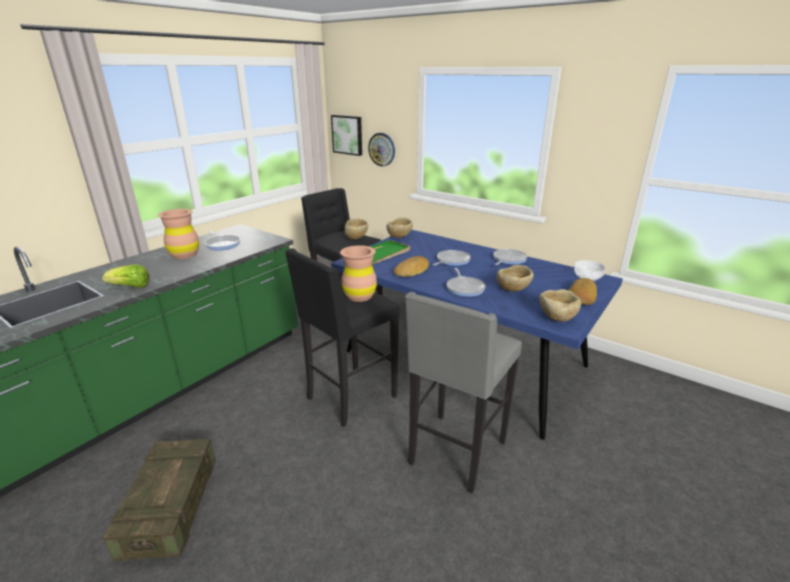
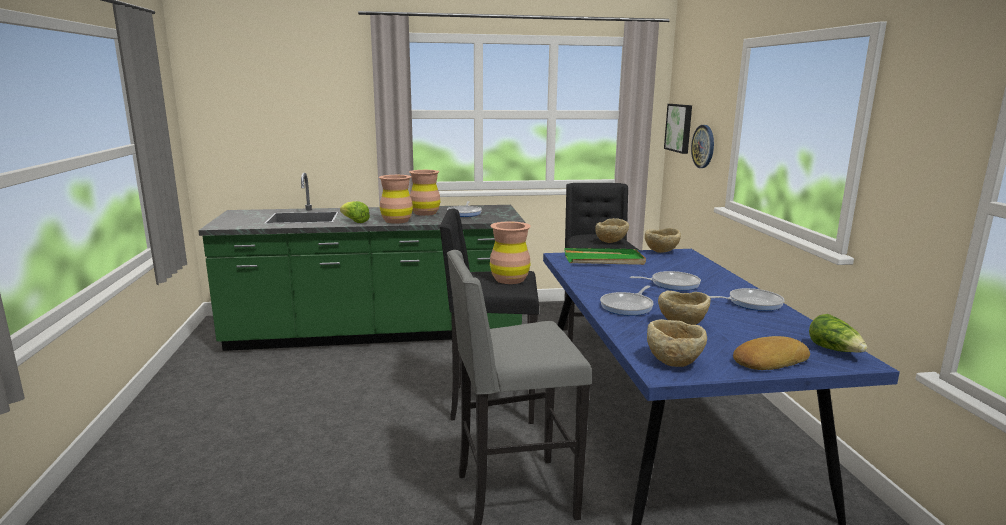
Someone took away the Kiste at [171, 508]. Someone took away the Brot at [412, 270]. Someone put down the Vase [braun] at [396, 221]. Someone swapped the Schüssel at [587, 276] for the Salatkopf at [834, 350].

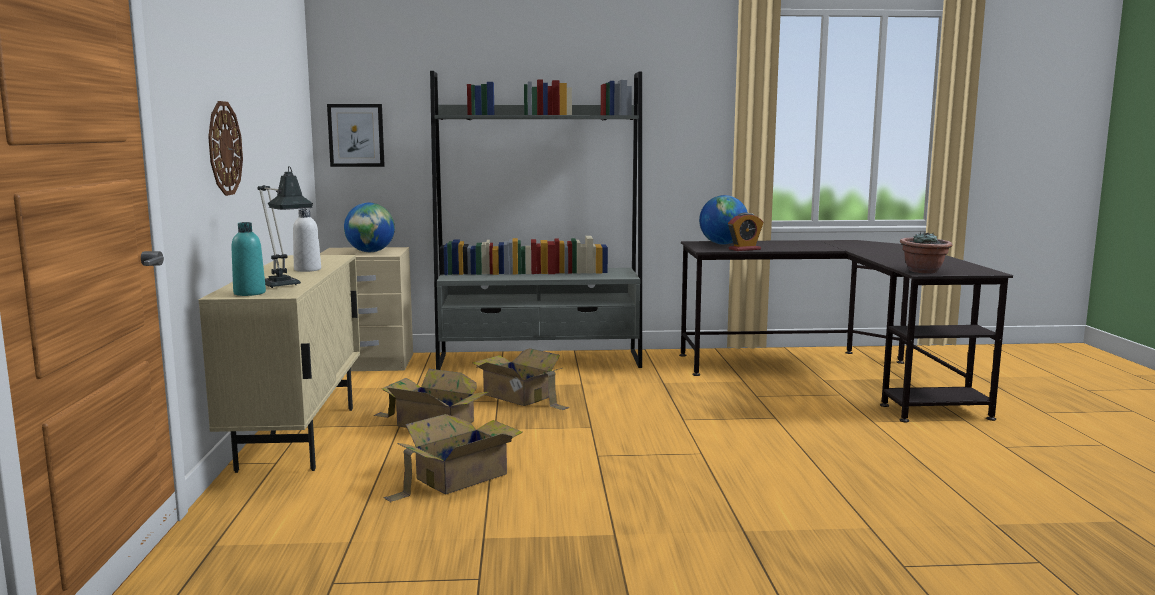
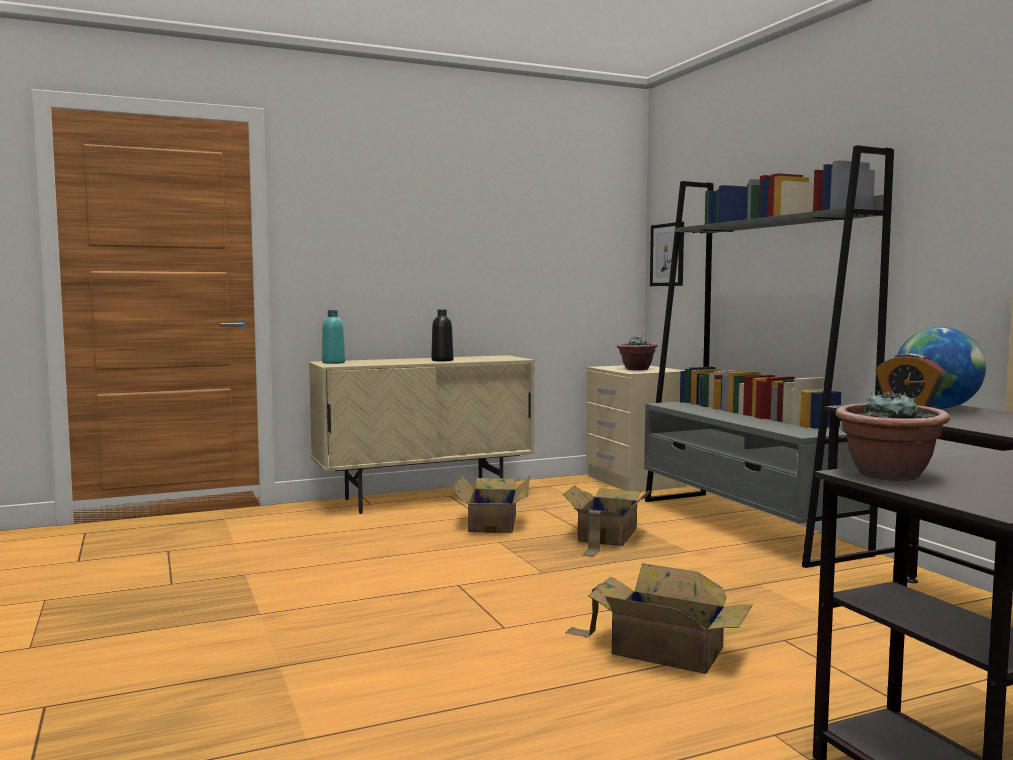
Someone took away the Wanduhr at [224, 148]. Someone took away the Tischlampe at [284, 286]. Someone carried the Karton from [457, 478] to [662, 650]. Someone swapped the Globus at [370, 252] for the Topfpflanze at [636, 369]. Someone repainted the Flasche [weiß] at [307, 269], which became the Flasche [schwarz] at [442, 360].

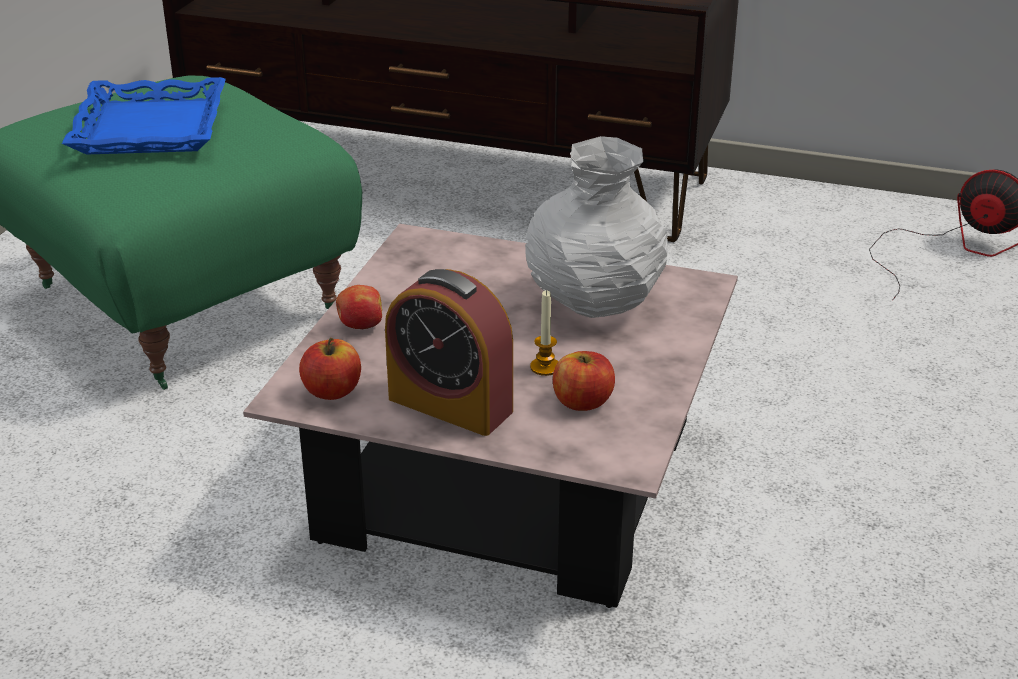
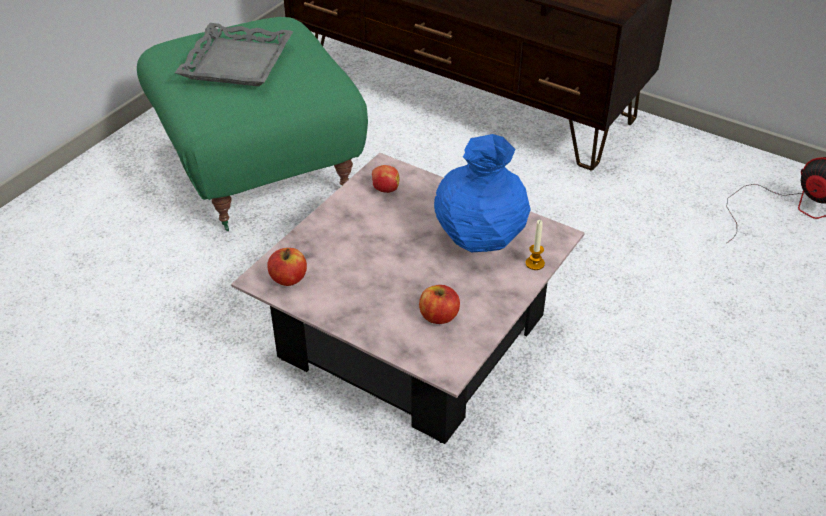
Someone took away the Wecker at [450, 404]. Someone carried the Apfel from [360, 326] to [385, 189]. Someone carried the Kerze from [545, 367] to [534, 263]. Someone repainted the Tablett [blau] at [151, 128], which became the Tablett [grau] at [238, 63]. Someone repainted the Vase [weiß] at [596, 303], which became the Vase [blau] at [480, 239].

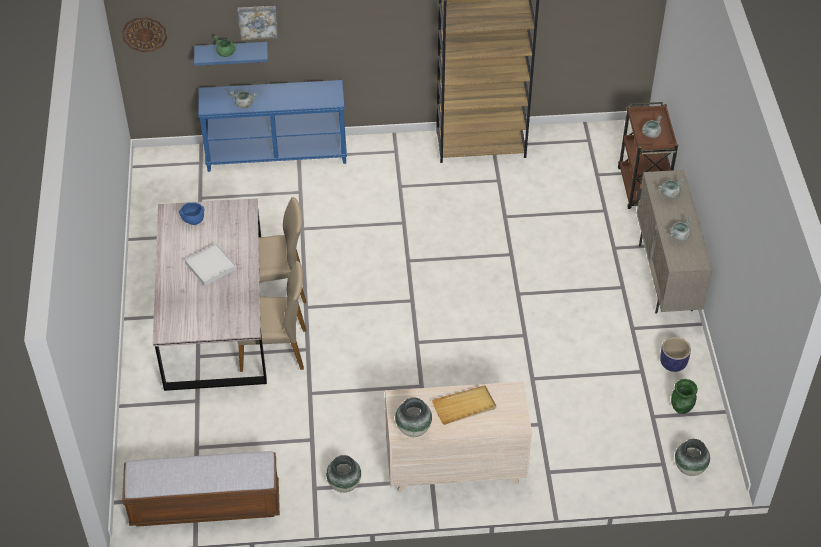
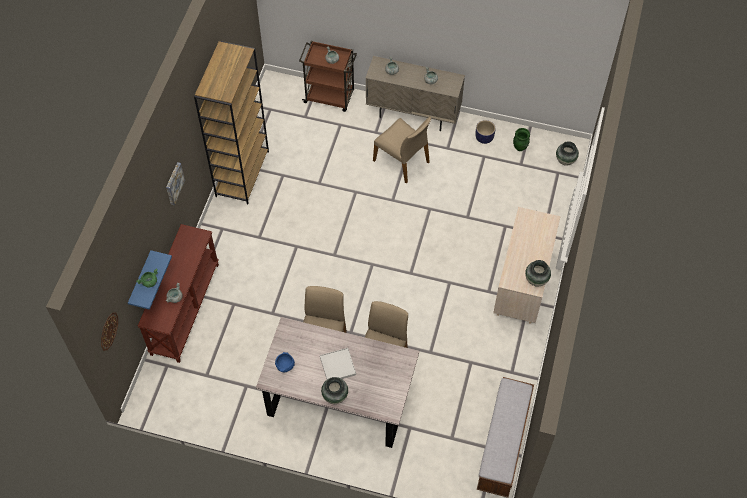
Someone took away the Tablett [beige] at [464, 406]. Someone put down the Stuhl [beige] at [402, 161]. Someone carried the Bild from [258, 21] to [174, 183]. Someone carried the Vase from [344, 485] to [335, 396]. Someone repainted the Konsolentisch [blau] at [277, 154], which became the Konsolentisch [braun] at [184, 308].

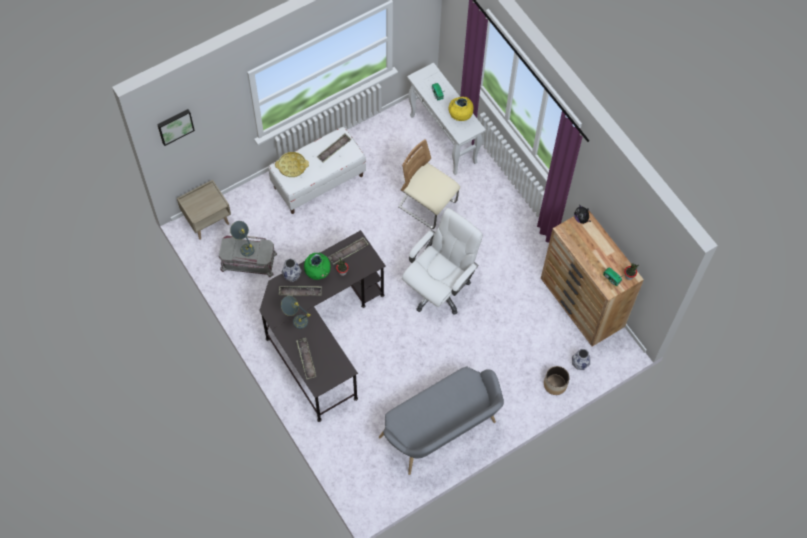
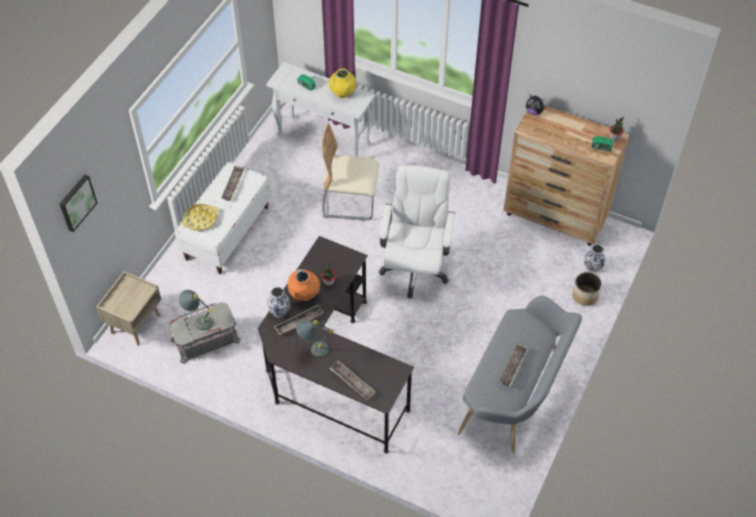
Someone carried the Tablett from [348, 252] to [513, 367]. Someone repainted the Vase [grün] at [318, 273], which became the Vase [orange] at [304, 295].

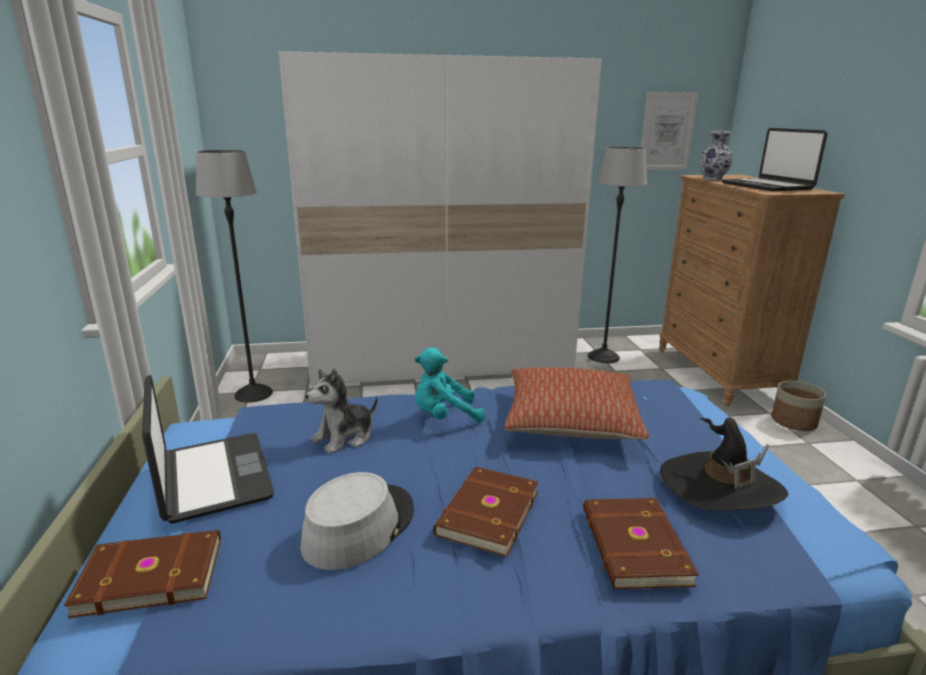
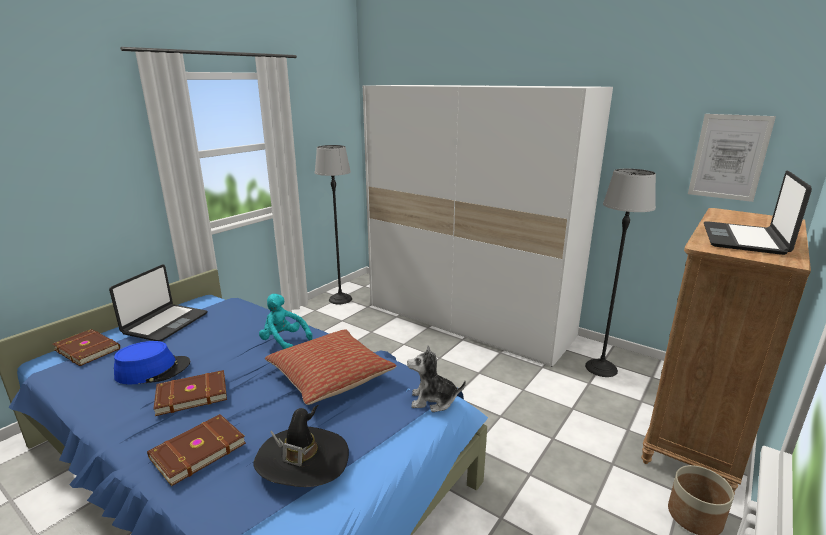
Someone took away the Vase at [713, 179]. Someone carried the Plüschtier from [344, 437] to [433, 400]. Someone repainted the Hut [grau] at [358, 526], which became the Hut [blau] at [153, 370].

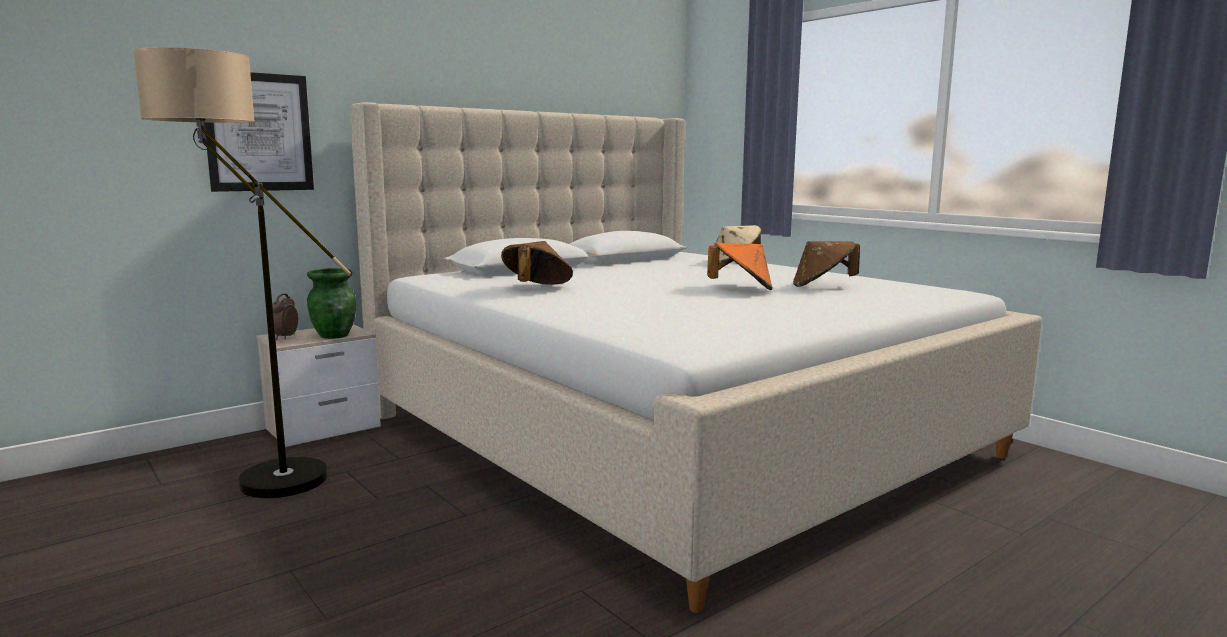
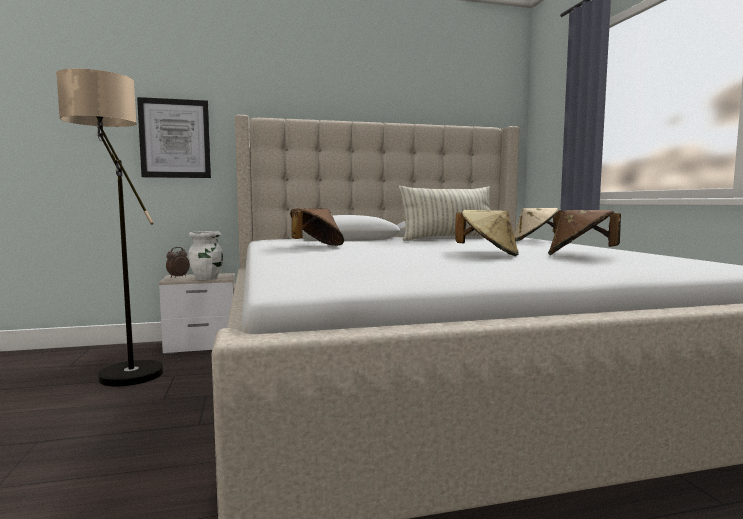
Someone put down the Kissen at [448, 239]. Someone repainted the Vase [grün] at [334, 335], which became the Vase [weiß] at [207, 278]. Someone repainted the Hut [orange] at [741, 289], which became the Hut [beige] at [488, 254].

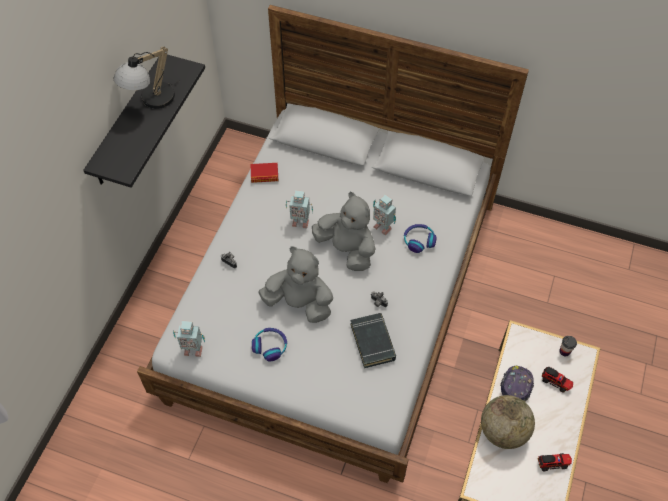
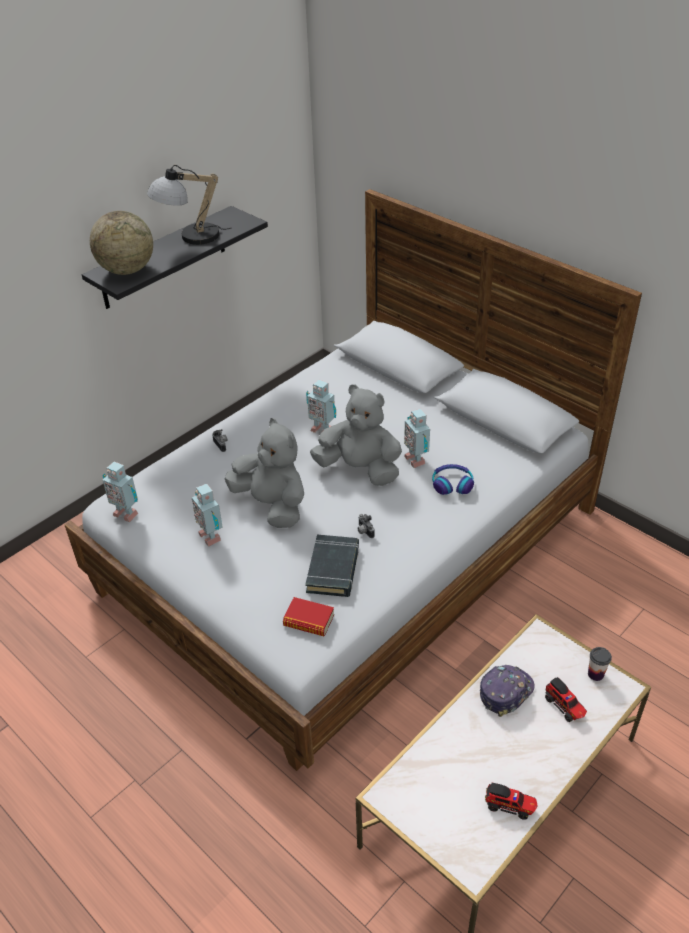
Someone carried the Buch from [264, 175] to [309, 620]. Someone carried the Globus from [503, 431] to [127, 270]. Someone swapped the Kopfhörer at [270, 346] for the Spielzeugroboter at [211, 536]. Someone rotated the Plüschtier [grau] at [347, 249] by 45 degrees counterclockwise.

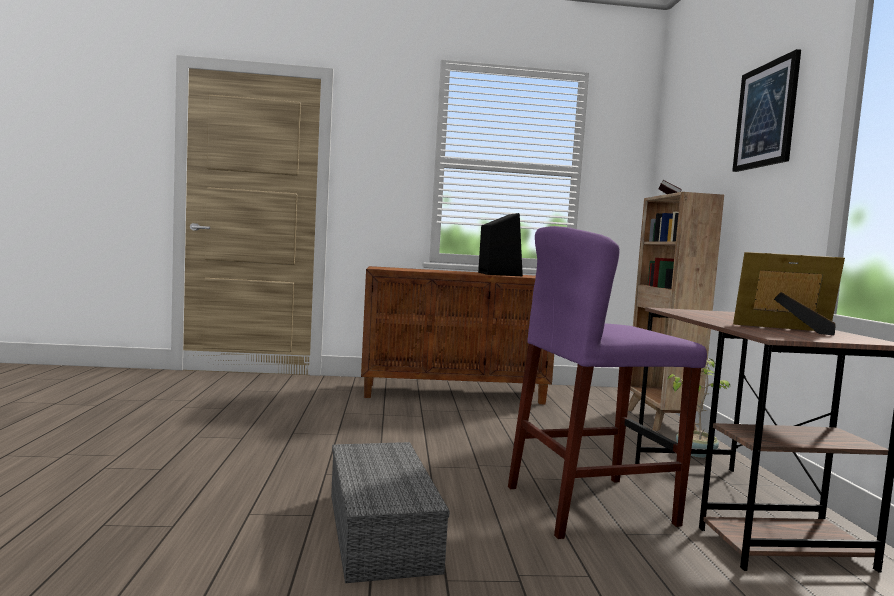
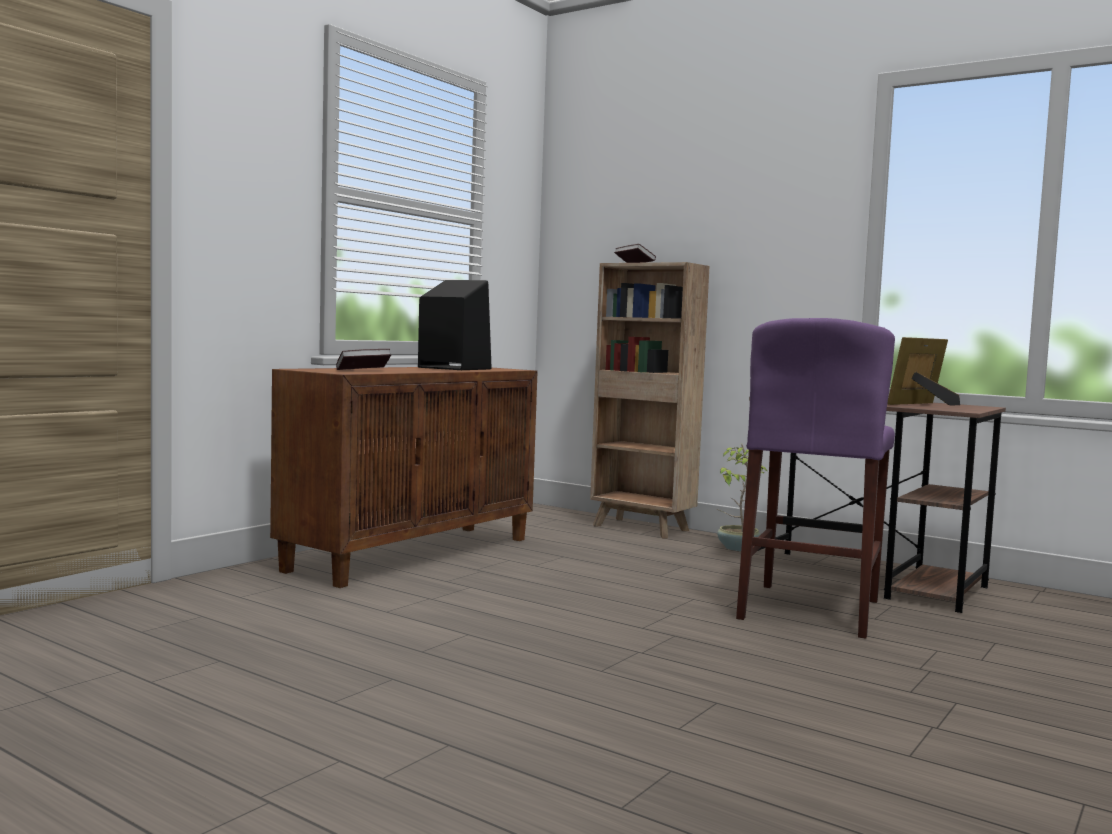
Someone took away the Aufbewahrungsbox [grau] at [383, 531]. Someone took away the Bild at [766, 115]. Someone put down the Buch at [363, 370].

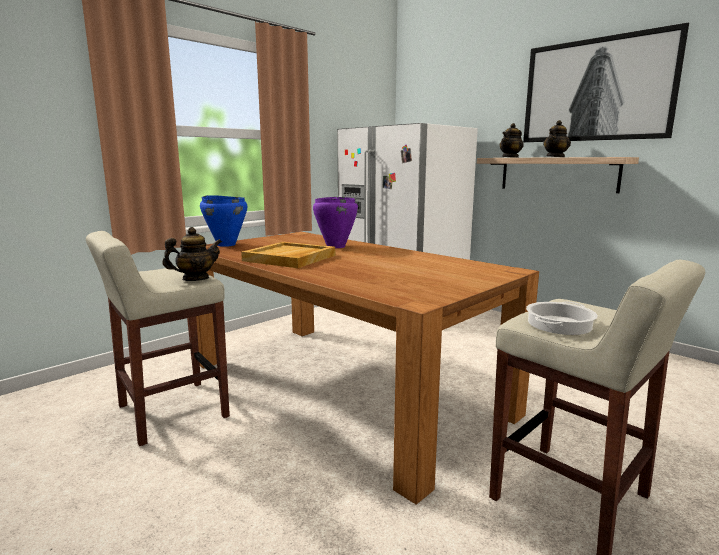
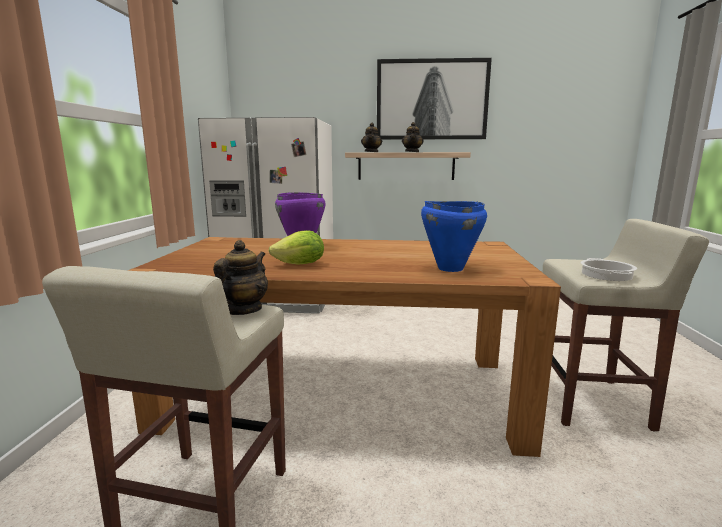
Someone carried the Kochtopf [blau] from [226, 245] to [449, 268]. Someone swapped the Tablett [beige] at [290, 258] for the Salatkopf at [300, 264].

